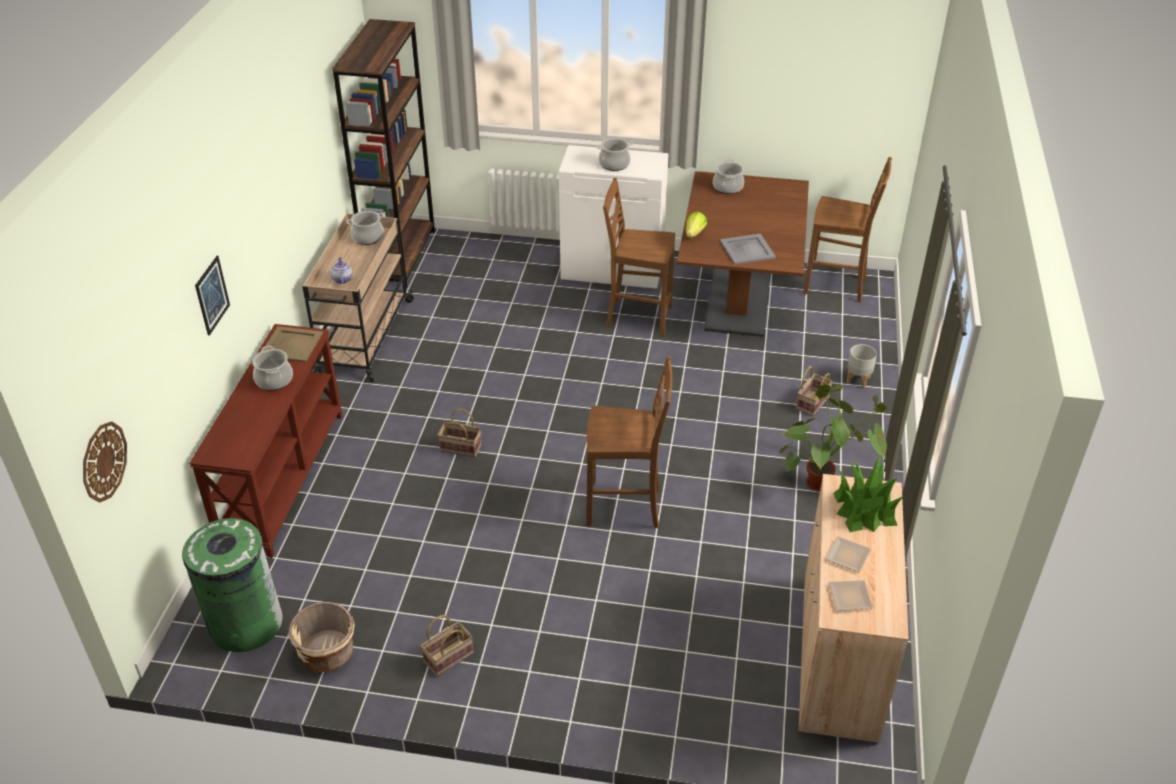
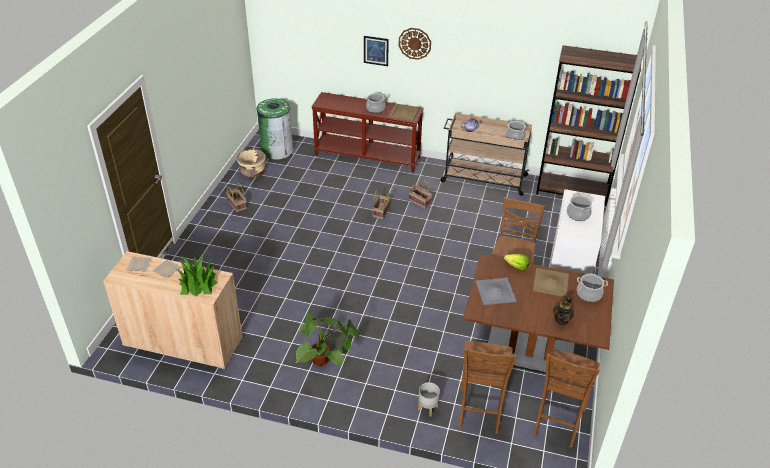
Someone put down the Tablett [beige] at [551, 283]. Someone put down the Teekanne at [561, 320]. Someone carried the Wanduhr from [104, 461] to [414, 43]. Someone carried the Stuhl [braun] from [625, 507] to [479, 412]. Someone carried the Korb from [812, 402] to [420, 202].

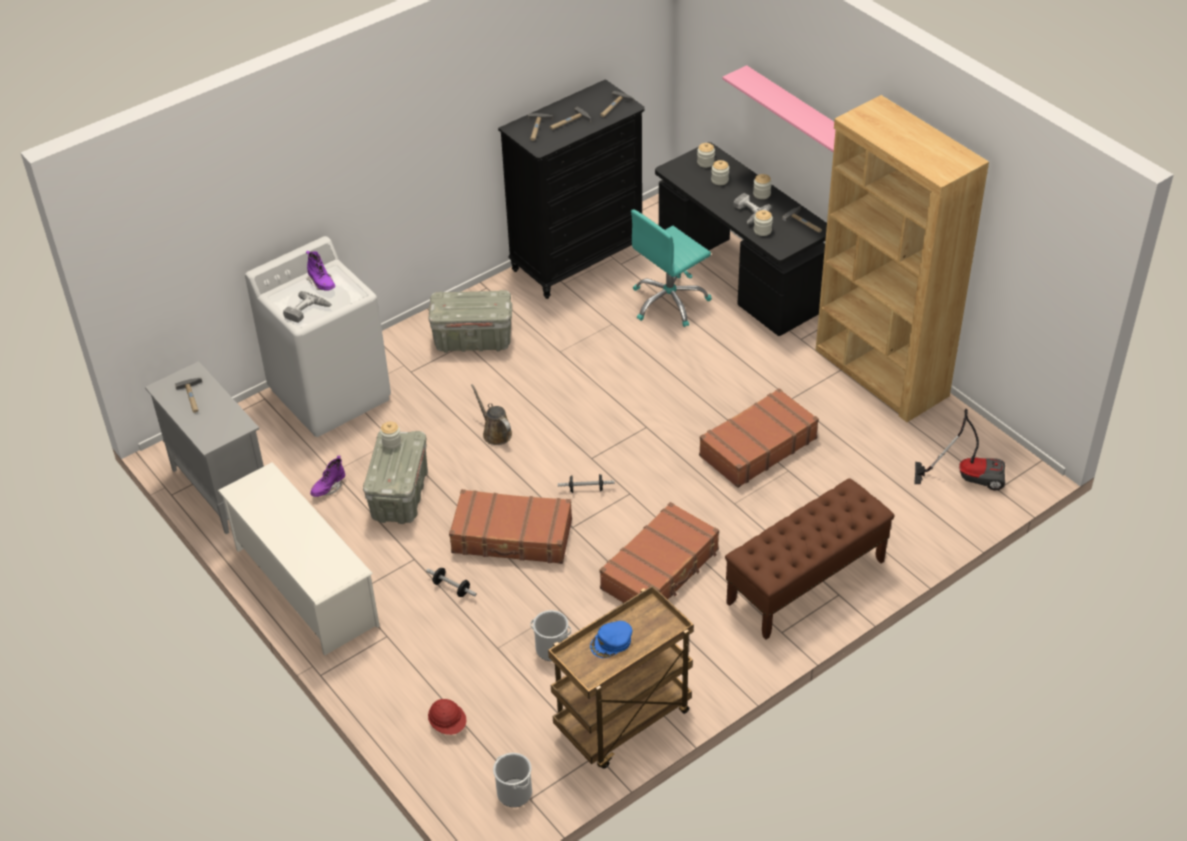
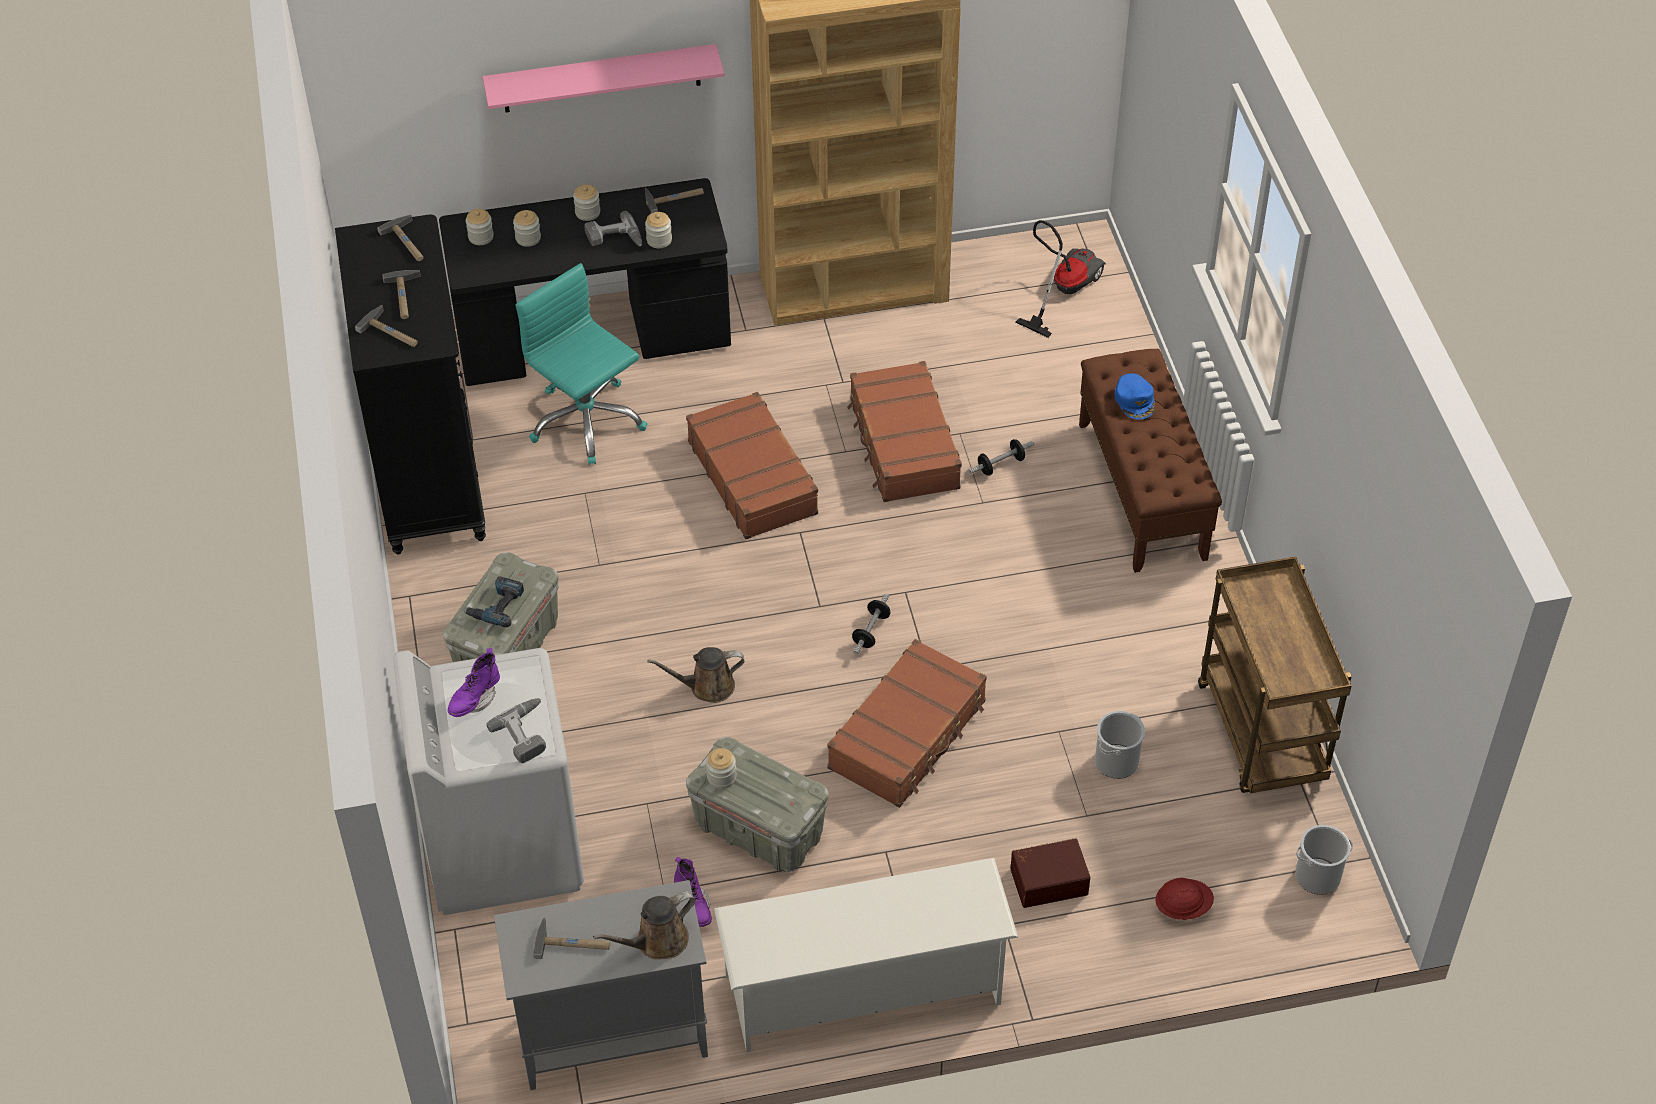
Someone put down the Bohrmaschine at [496, 605]. Someone put down the Gießkanne [braun] at [657, 941]. Someone put down the Aufbewahrungsbox [braun] at [1048, 880]. Someone carried the Hantel from [451, 588] to [1001, 465]. Someone carried the Kappe [blau] from [611, 642] to [1135, 400]. Someone carried the Koffer [braun] from [661, 569] to [753, 477]. Someone rotated the Stiefel [lila] at [322, 283] by 135 degrees clockwise. Someone rotated the Bürostuhl [türkis] at [669, 302] by 150 degrees clockwise.

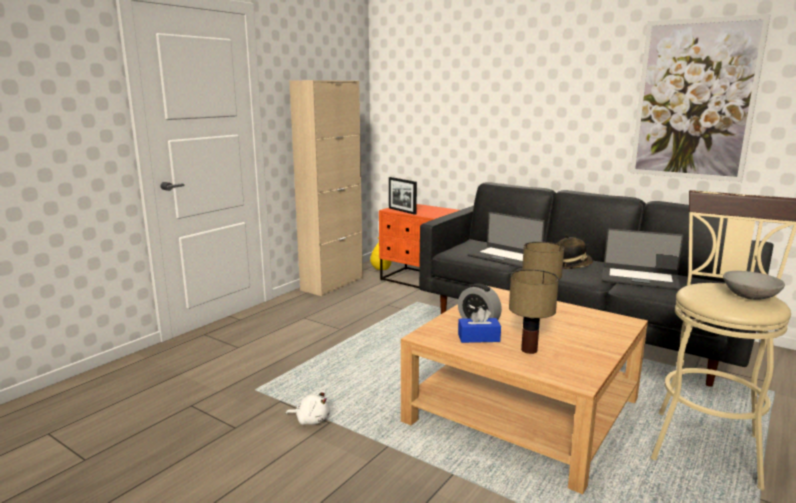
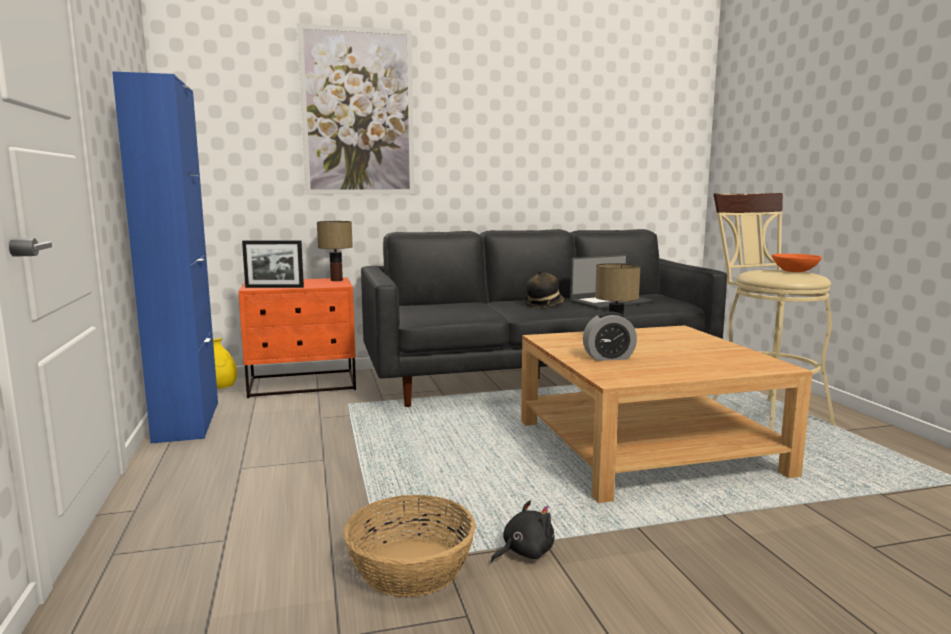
Someone took away the Taschentuchbox [blau] at [478, 338]. Someone took away the Laptop at [505, 257]. Someone put down the Korb at [410, 567]. Someone carried the Tischlampe from [530, 350] to [337, 280]. Someone carried the Bild from [694, 100] to [358, 112]. Someone repainted the Plüschtier [weiß] at [311, 420], which became the Plüschtier [schwarz] at [524, 552]. Someone repainted the Schrank [beige] at [332, 284], which became the Schrank [blau] at [187, 422]. Someone repainted the Schüssel [grau] at [750, 296], which became the Schüssel [orange] at [794, 271].

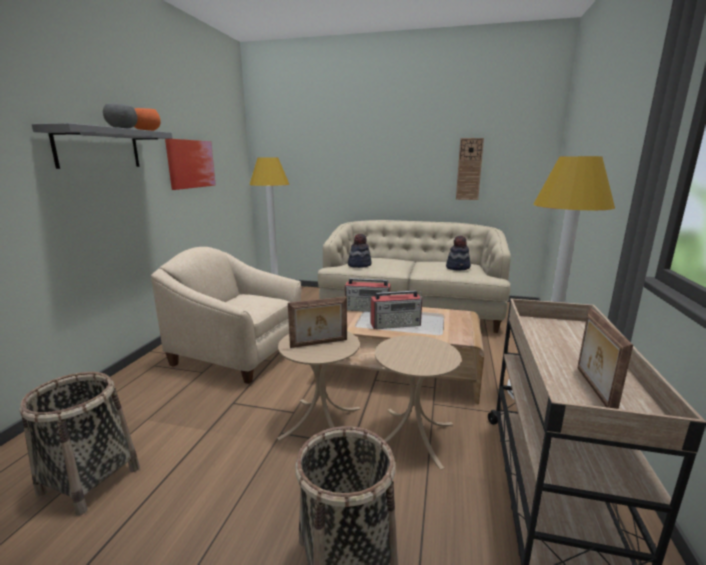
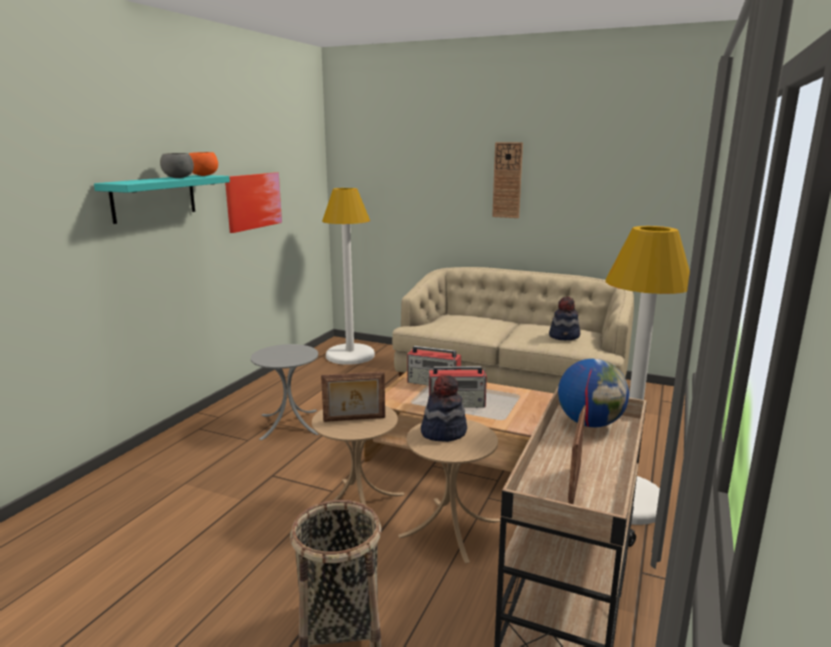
Someone took away the Korb at [90, 480]. Someone put down the Globus at [590, 423]. Someone carried the Hut from [359, 265] to [443, 432]. Someone carried the Wanduhr from [469, 169] to [507, 180]. Someone swapped the Sessel [beige] at [238, 355] for the Beistelltisch [grau] at [289, 424]. Someone repainted the Wandregal [grau] at [98, 148], which became the Wandregal [türkis] at [154, 198].

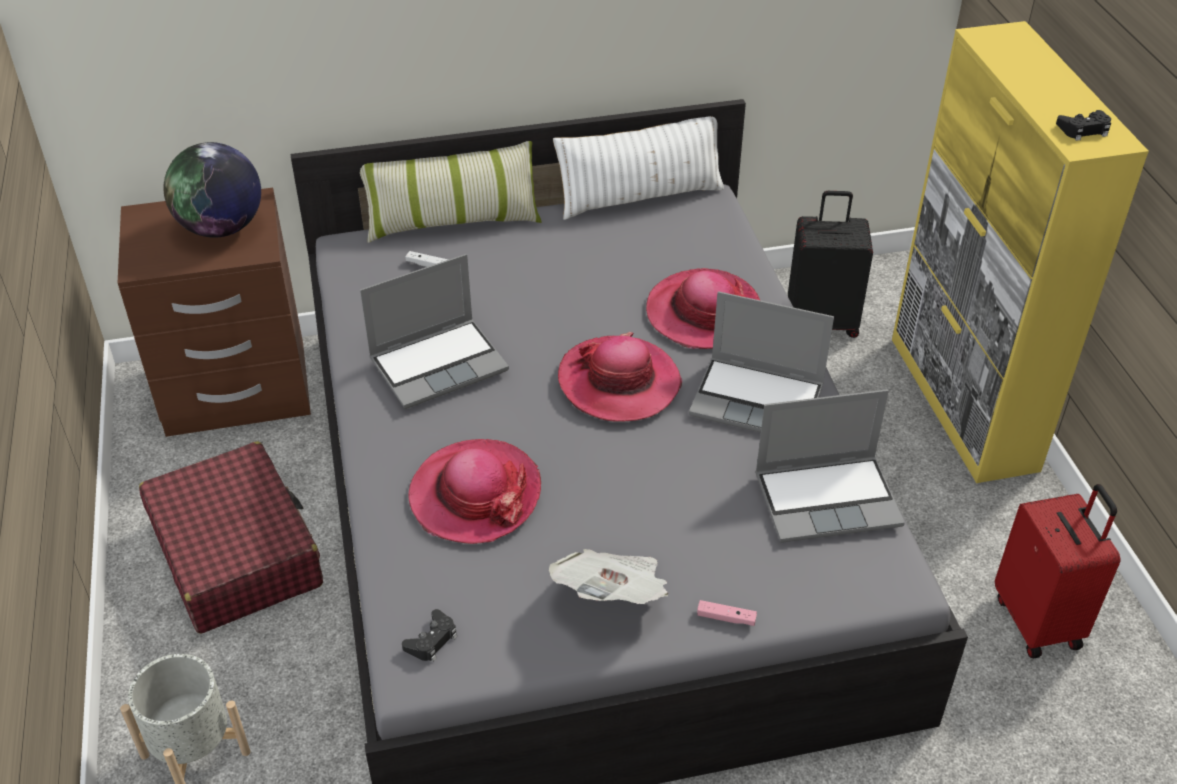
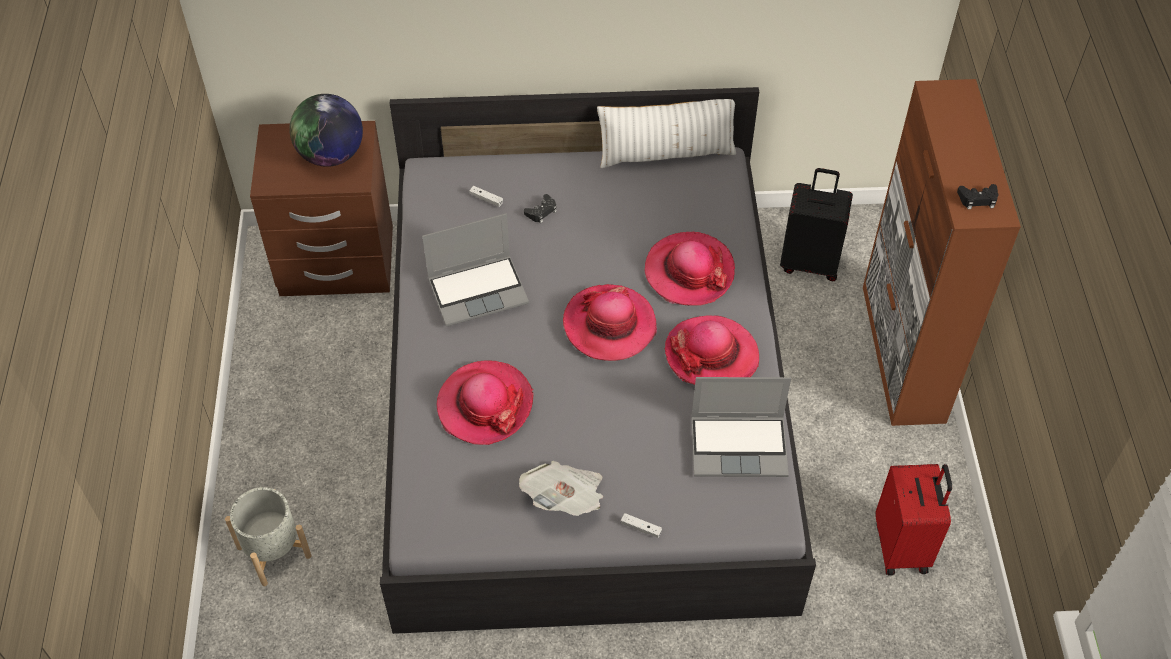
Someone took away the Koffer [rot] at [236, 553]. Someone took away the Kissen at [452, 221]. Someone carried the Gamepad [schwarz] from [432, 640] to [541, 211]. Someone swapped the Laptop at [759, 400] for the Hut at [711, 355]. Someone repainted the Gamepad [rosa] at [726, 618], which became the Gamepad [weiß] at [641, 528]. Someone repainted the Schrank [gelb] at [962, 403], which became the Schrank [braun] at [902, 354].

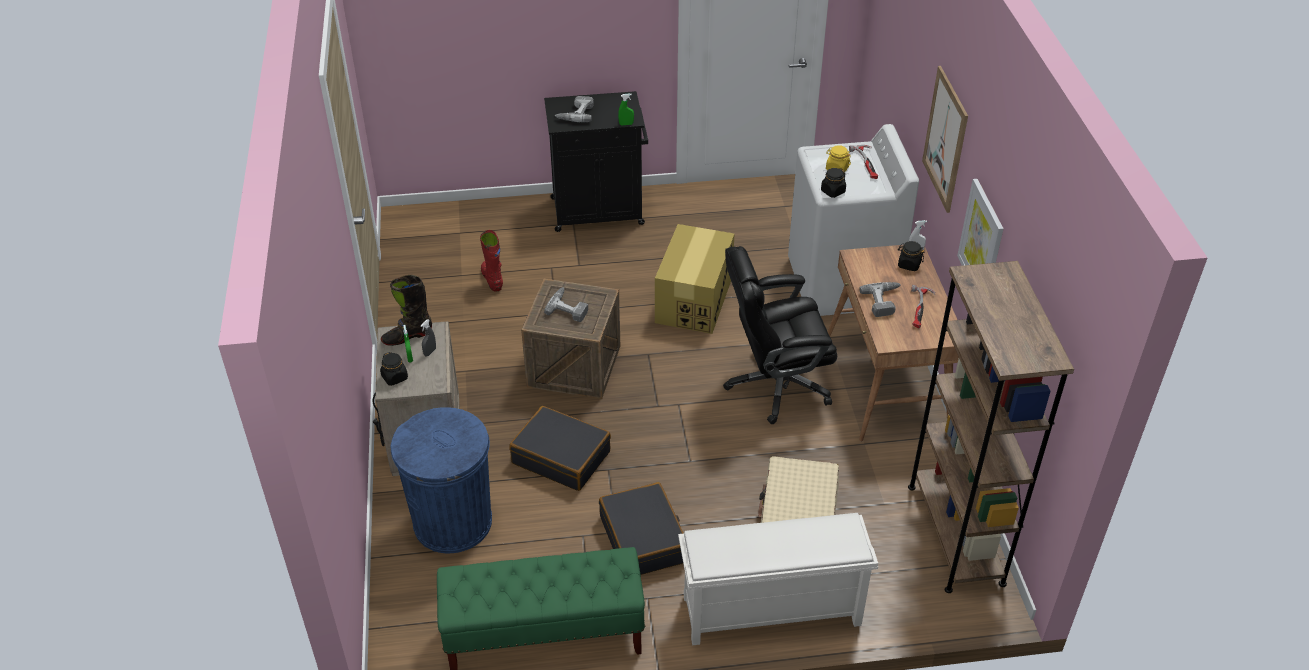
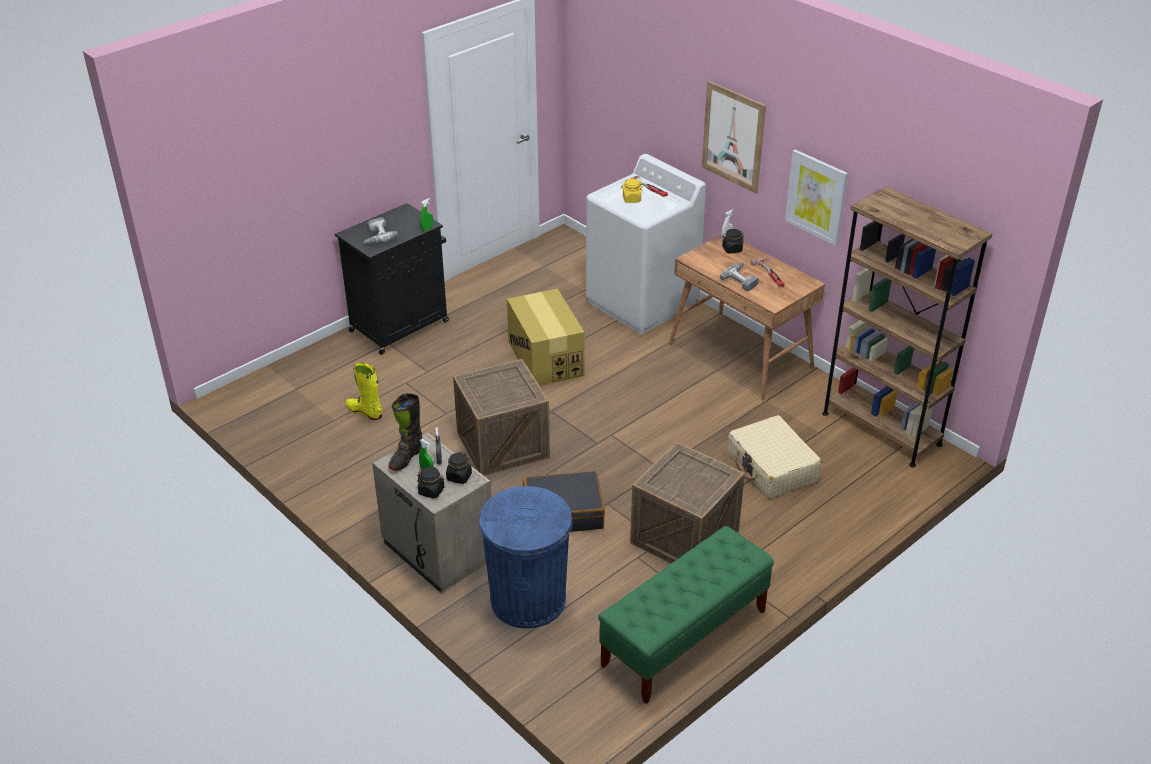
Someone took away the Bohrmaschine at [569, 307]. Someone took away the Schuhregal [weiß] at [770, 612]. Someone took away the Bürostuhl [schwarz] at [776, 385]. Someone carried the Vorratsglas [schwarz] from [832, 191] to [459, 477]. Someone swapped the Koffer [schwarz] at [643, 539] for the Kiste at [684, 537]. Someone repainted the Stiefel [rot] at [492, 279], which became the Stiefel [gelb] at [365, 412].

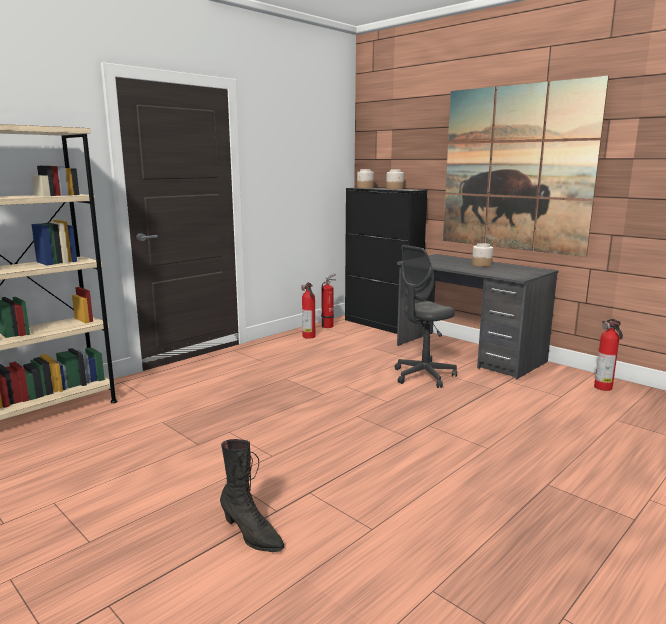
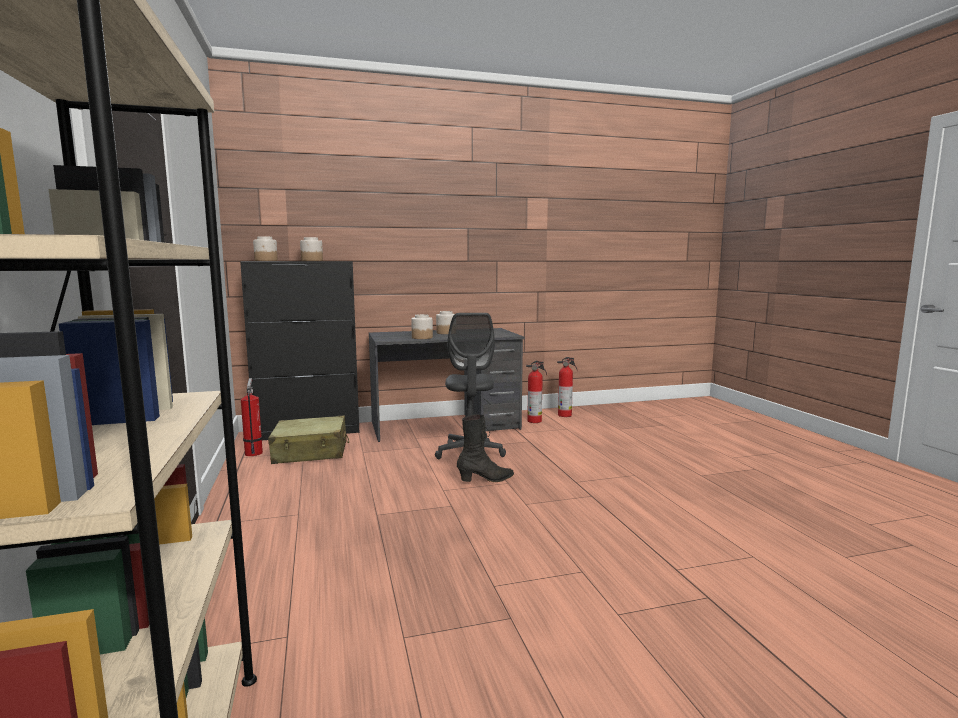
Someone took away the Bild at [515, 169]. Someone put down the Koffer [beige] at [311, 452]. Someone put down the Vorratsglas at [422, 337]. Someone carried the Stiefel [schwarz] from [251, 535] to [486, 480]. Someone carried the Feuerlöscher from [309, 336] to [535, 421].

